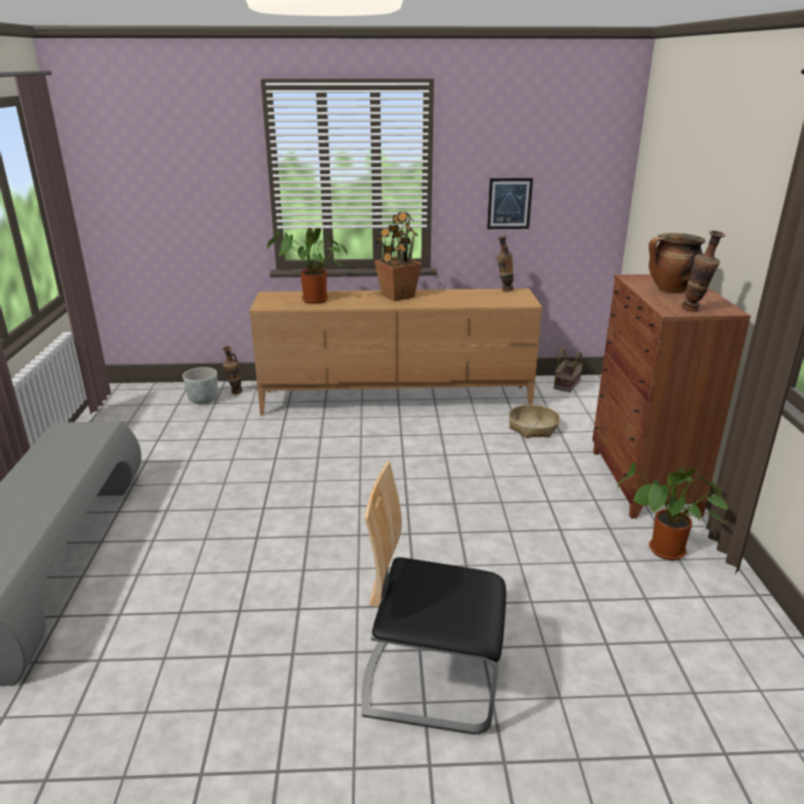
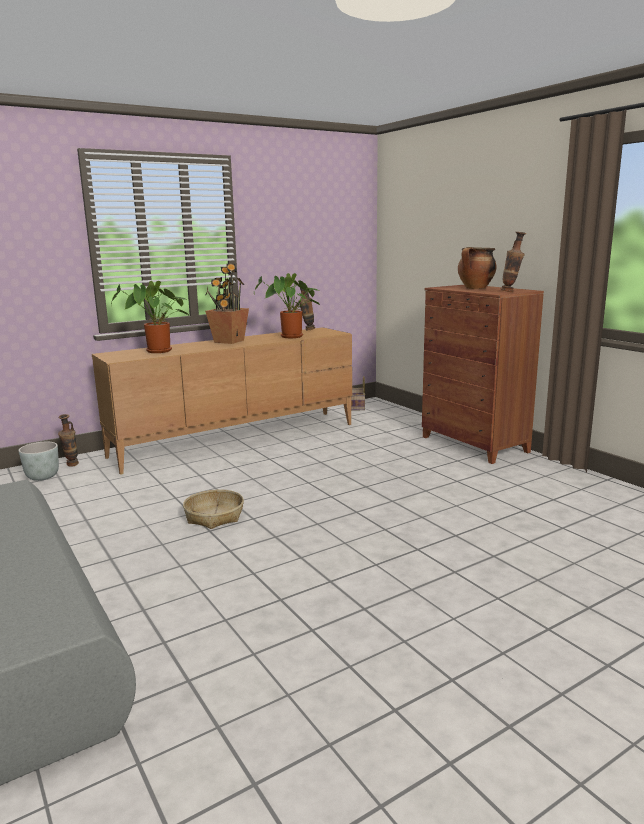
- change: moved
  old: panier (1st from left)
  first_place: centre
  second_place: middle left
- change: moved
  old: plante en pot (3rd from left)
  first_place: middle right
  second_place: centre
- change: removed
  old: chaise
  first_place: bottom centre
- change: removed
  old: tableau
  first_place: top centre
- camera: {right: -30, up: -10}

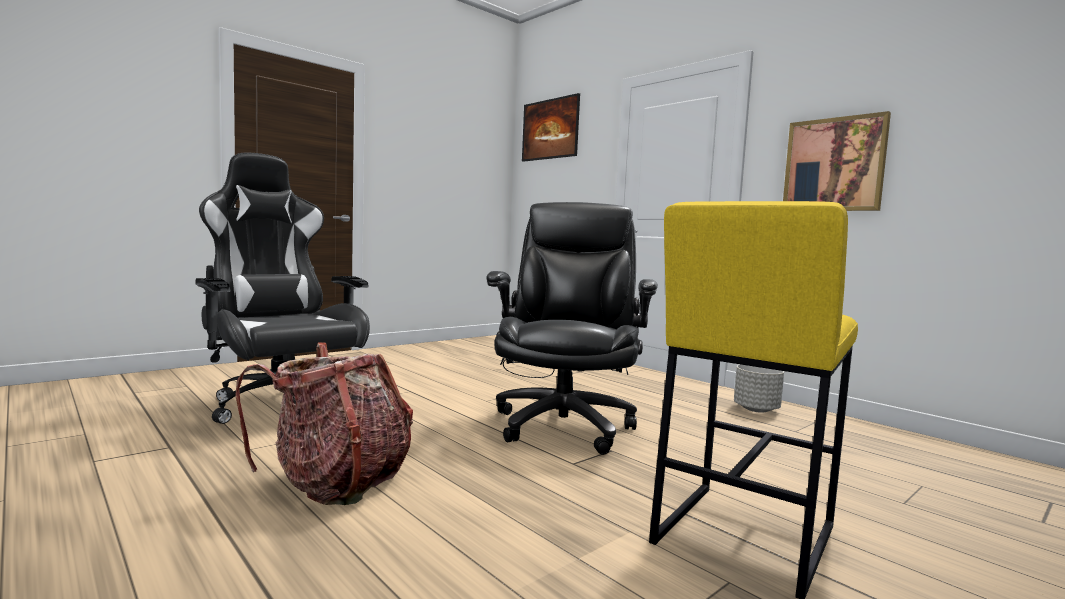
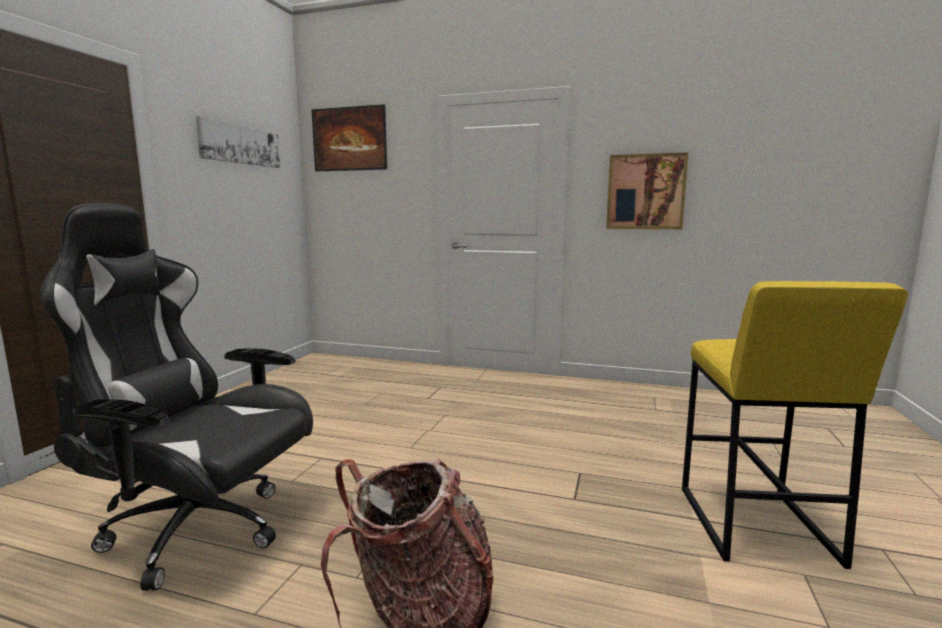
- change: added
  new: tableau (1st from left)
  second_place: top left
- change: removed
  old: chaise de bureau (noir) (2nd from left)
  first_place: centre
- change: removed
  old: cache-pot (gris)
  first_place: middle right
- camera: {right: -30, up: 5}

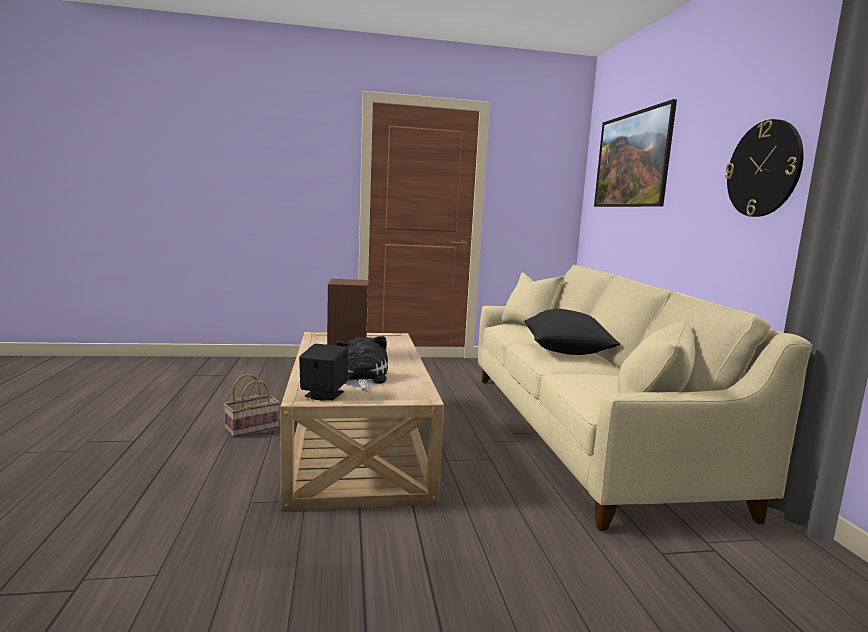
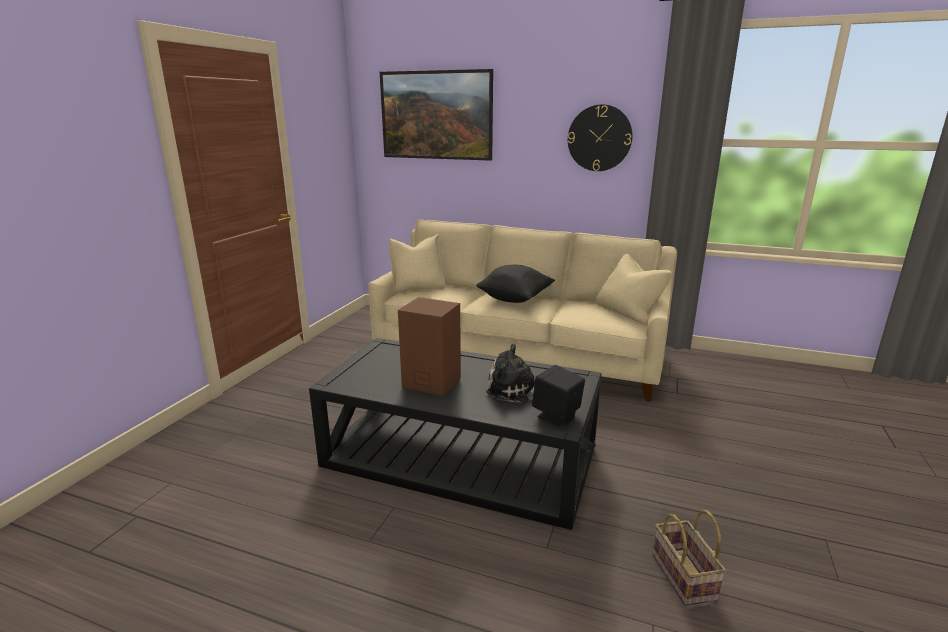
- change: recoloured
  old: table basse (beige)
  new: table basse (noir)
  first_place: centre
  second_place: bottom centre
- change: moved
  old: panier
  first_place: middle left
  second_place: bottom right
- camera: {right: -60, up: 10}

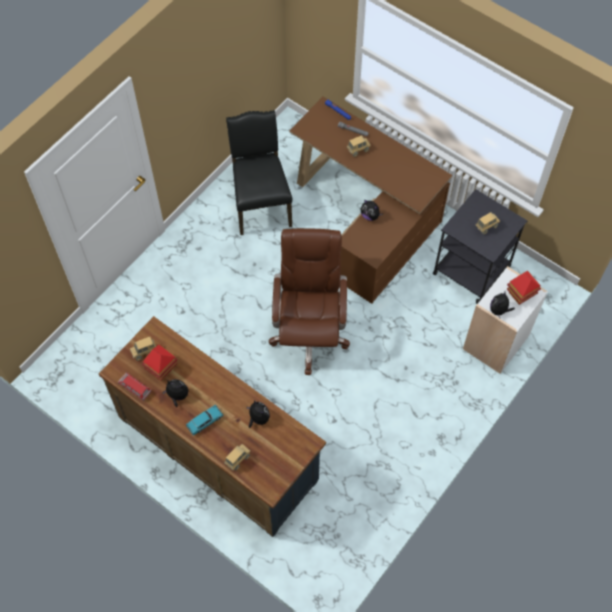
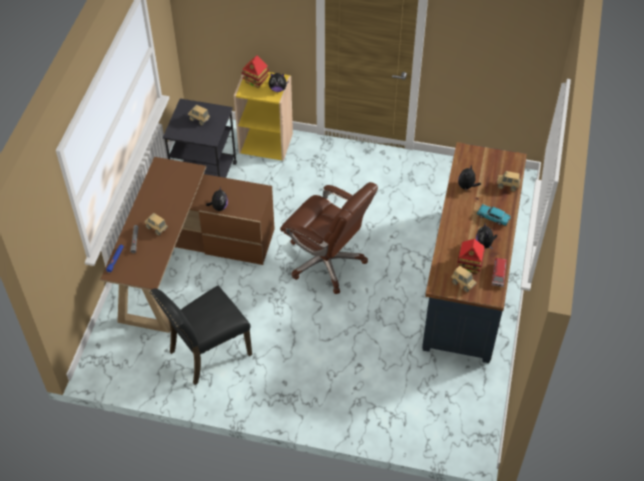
- change: recoloured
  old: bibliothèque (blanc)
  new: bibliothèque (jaune)
  first_place: middle right
  second_place: top centre
- change: turned
  old: chaise de bureau (marron)
  first_place: centre
  second_place: centre
  degrees: -120
- camera: {right: -115, up: -10}

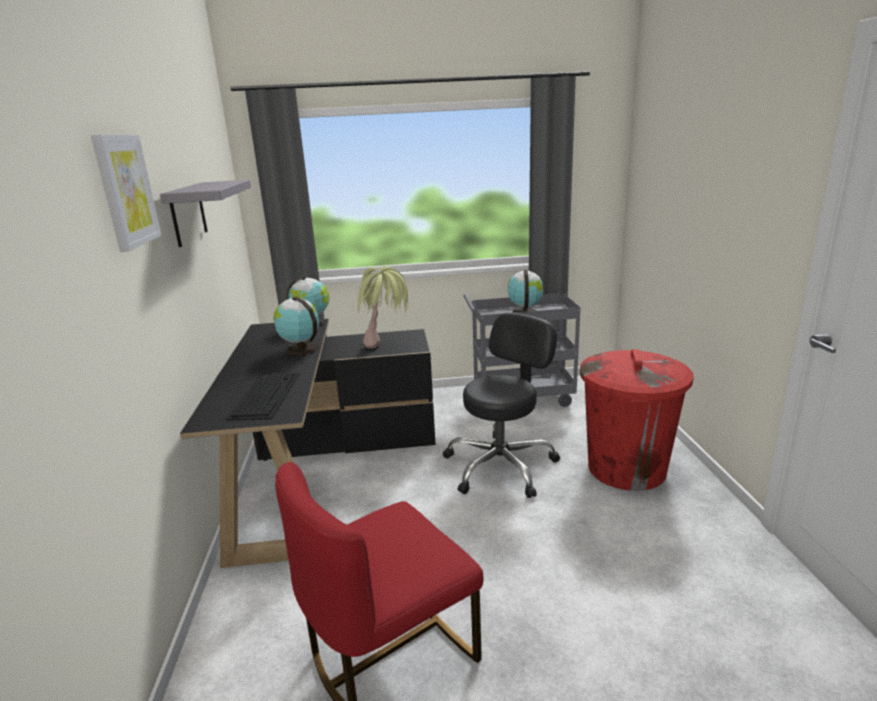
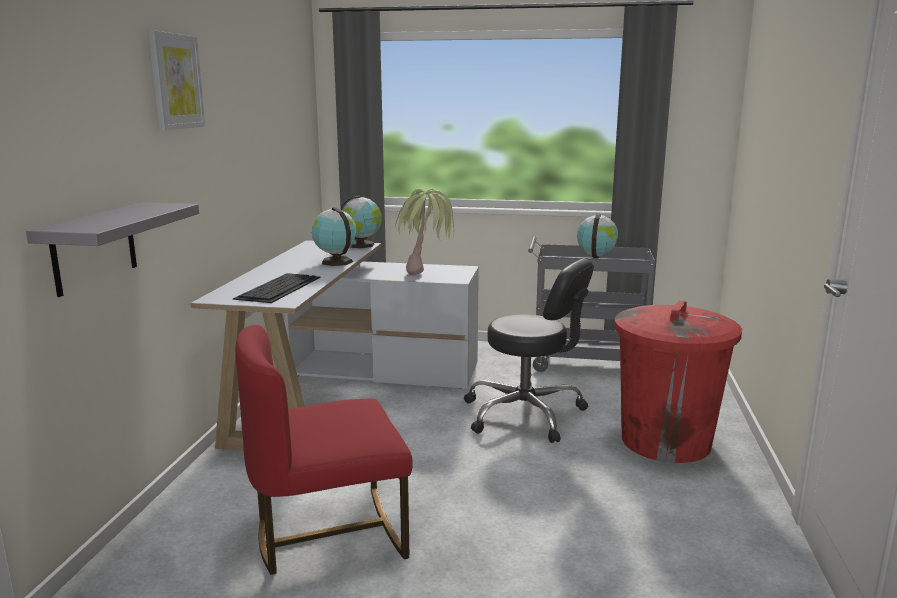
- change: moved
  old: étagère (gris)
  first_place: top left
  second_place: middle left
- change: recoloured
  old: bureau (noir)
  new: bureau (blanc)
  first_place: centre
  second_place: centre
- change: turned
  old: chaise de bureau (noir)
  first_place: centre
  second_place: centre
  degrees: 60
- camera: {right: 15, up: -5}

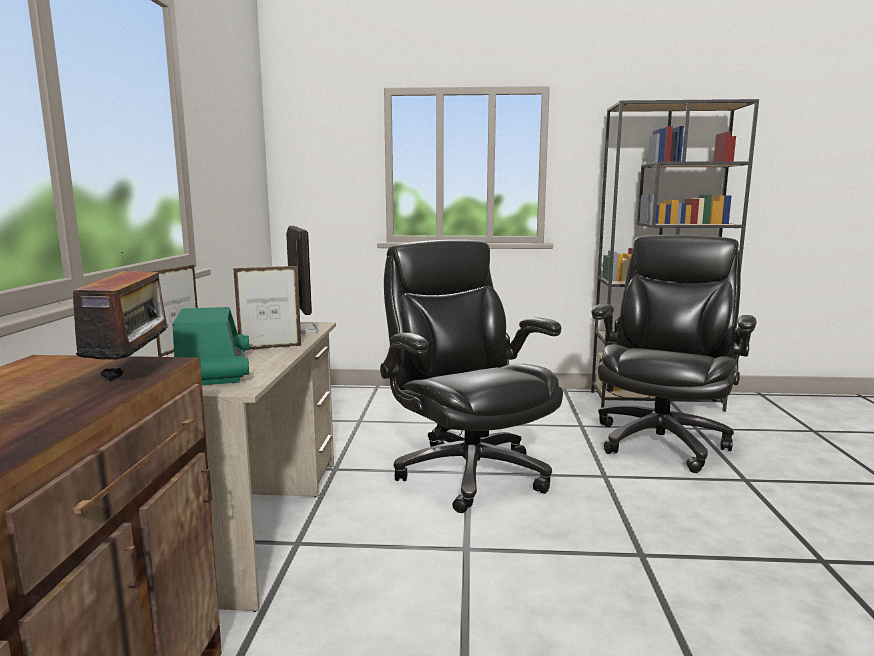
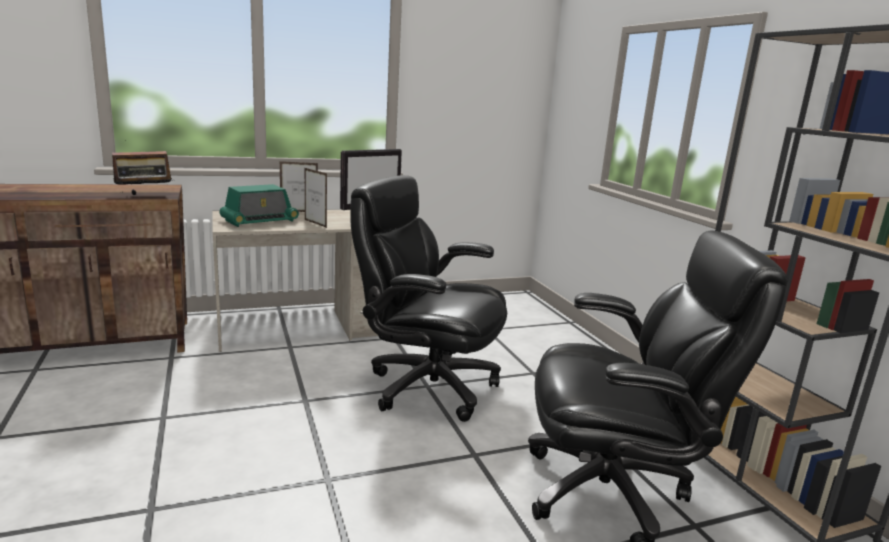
- change: turned
  old: chaise de bureau (noir) (1st from left)
  first_place: centre
  second_place: centre
  degrees: -105
- camera: {right: 65, up: 5}

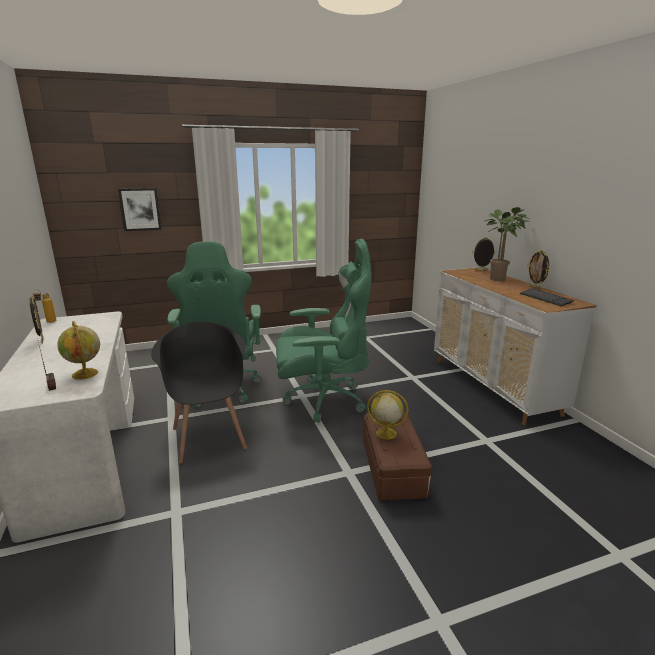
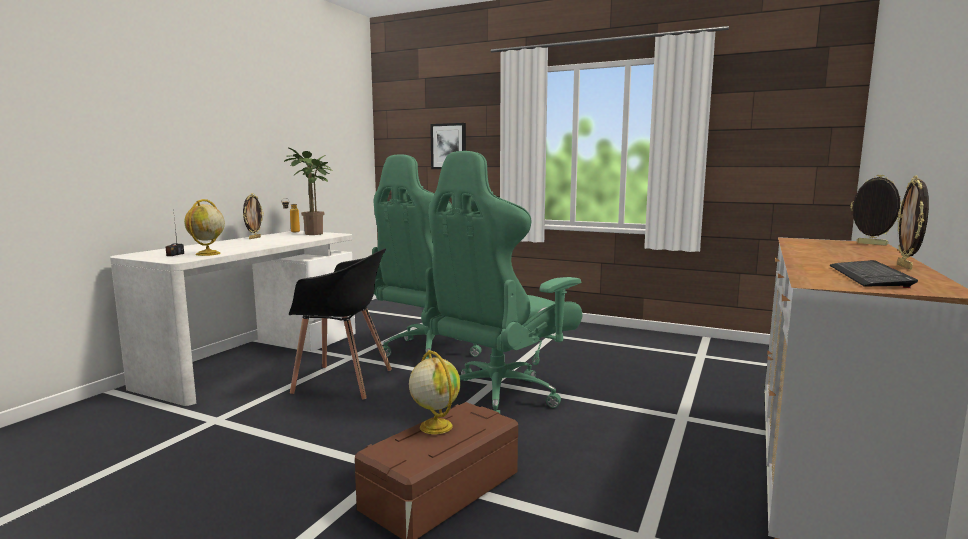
- change: moved
  old: plante en pot
  first_place: middle right
  second_place: middle left
- change: turned
  old: chaise (noir)
  first_place: middle left
  second_place: centre
  degrees: 75
- change: turned
  old: chaise de bureau (vert) (2nd from left)
  first_place: centre
  second_place: centre
  degrees: 90
- camera: {right: 45, up: -10}

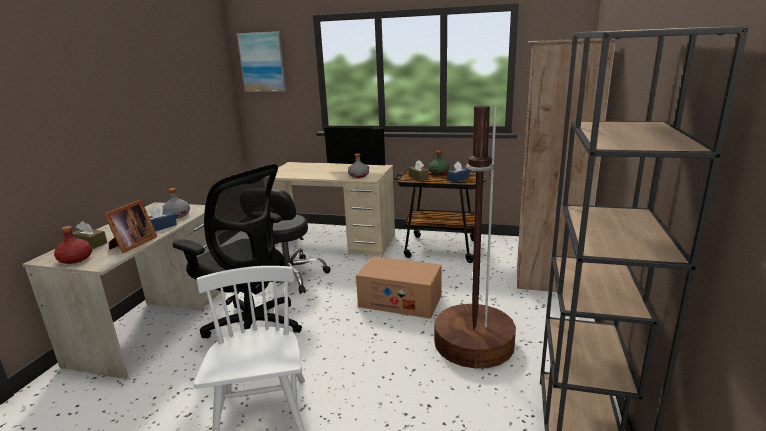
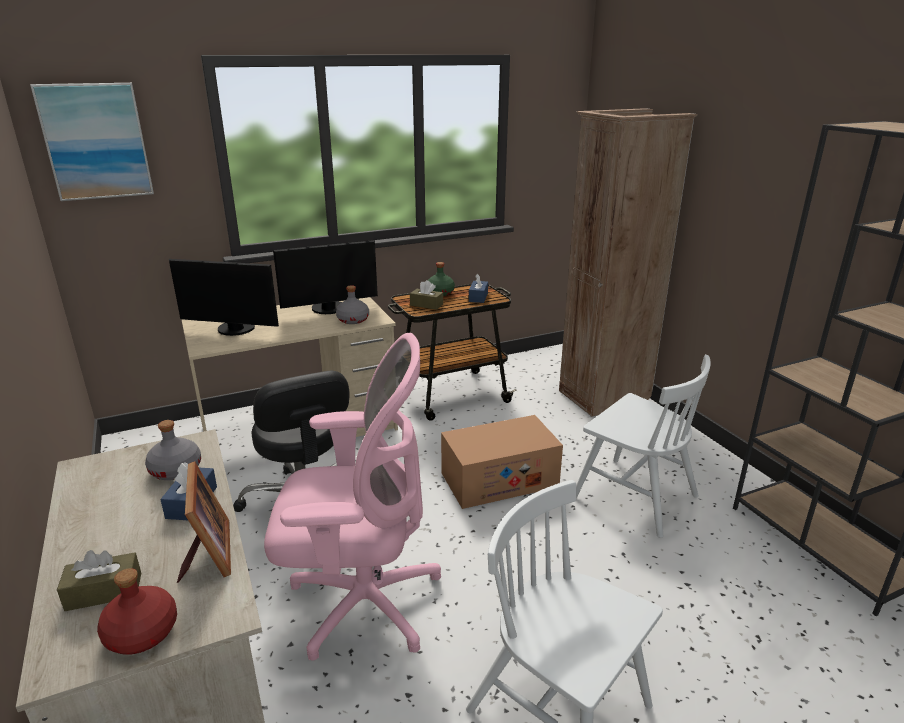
- change: added
  new: écran d'ordinateur (1st from left)
  second_place: middle left
- change: recoloured
  old: chaise de bureau (noir) (1st from left)
  new: chaise de bureau (rose)
  first_place: middle left
  second_place: bottom centre
- change: replaced
  old: lampadaire (marron)
  new: chaise (blanc) (2nd from left)
  first_place: centre
  second_place: middle right
- camera: {right: -40, up: 5}

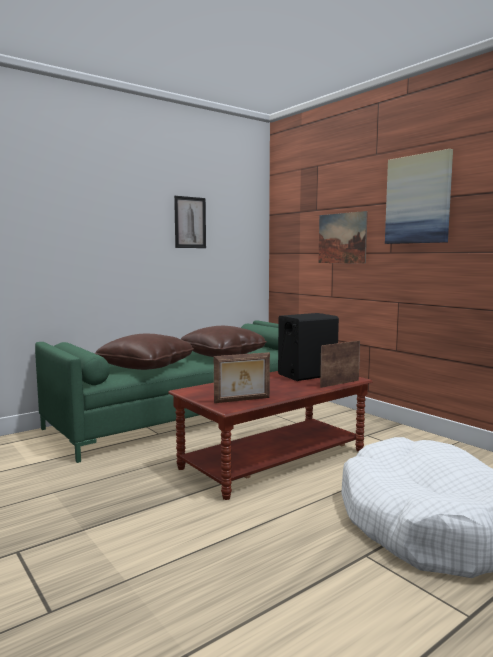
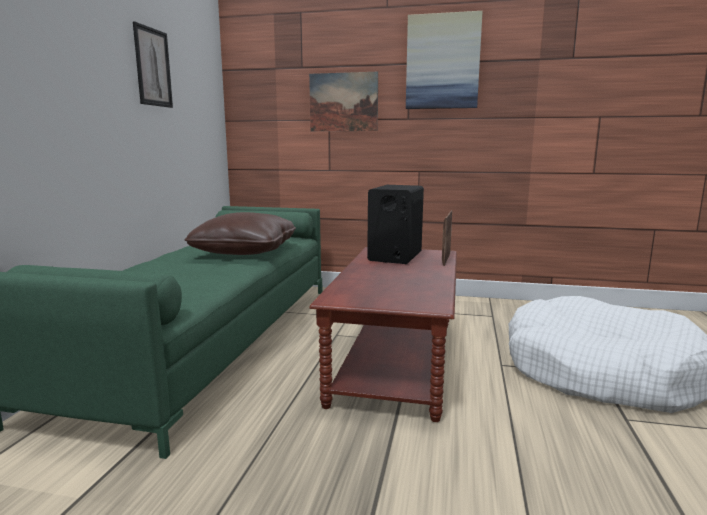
- change: removed
  old: coussin (marron) (1st from left)
  first_place: middle left
- change: removed
  old: cadre photo (1st from left)
  first_place: centre
- camera: {right: -40, up: 5}

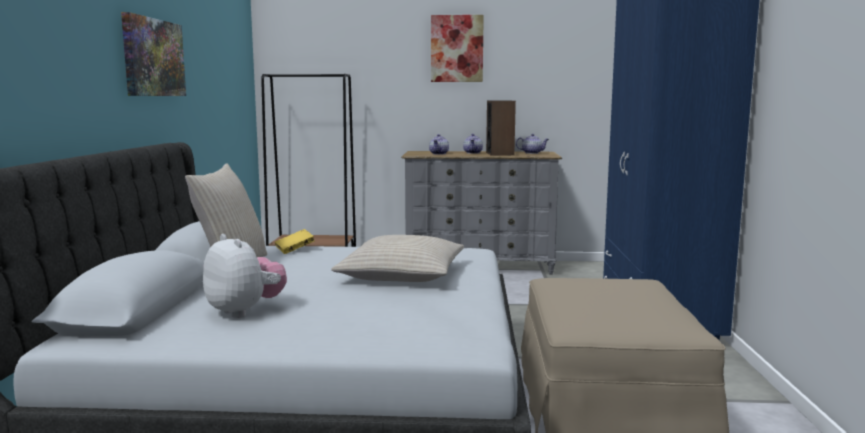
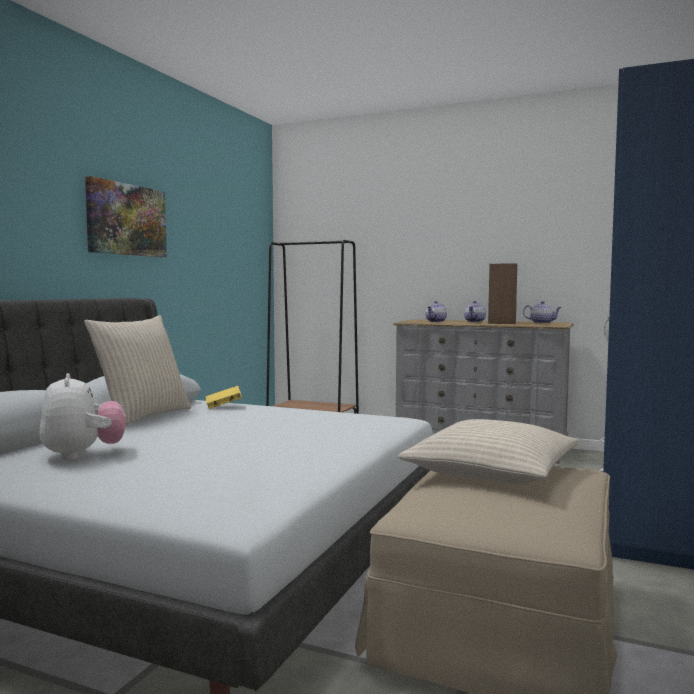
- change: moved
  old: coussin (beige) (2nd from left)
  first_place: centre
  second_place: middle right
- change: removed
  old: tableau (2nd from left)
  first_place: top centre
- camera: {right: 20, up: -5}

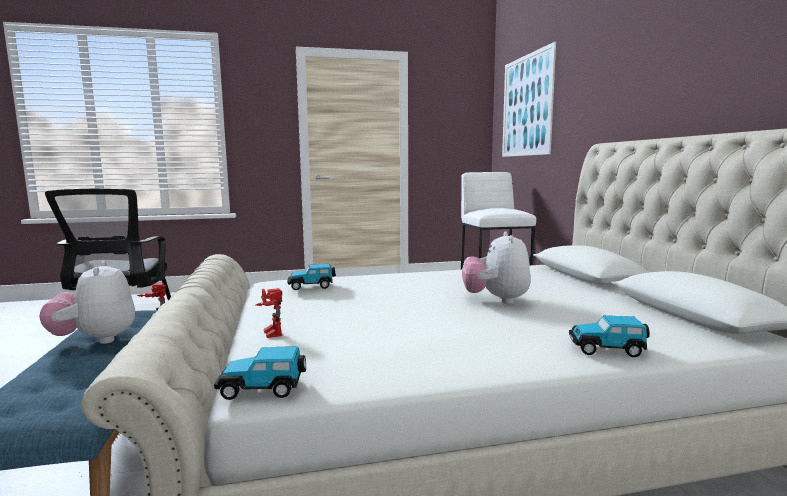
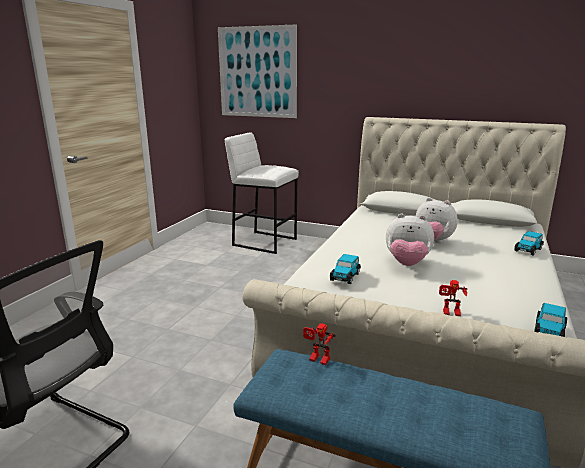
- change: moved
  old: peluche (1st from left)
  first_place: middle left
  second_place: middle right
- camera: {right: -55, up: 10}

